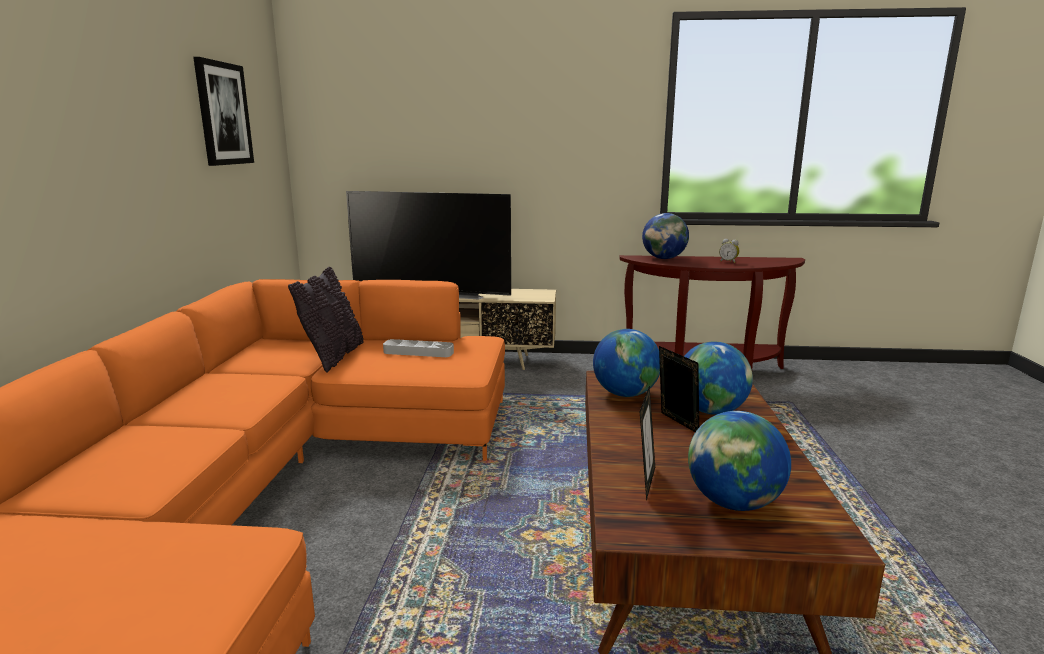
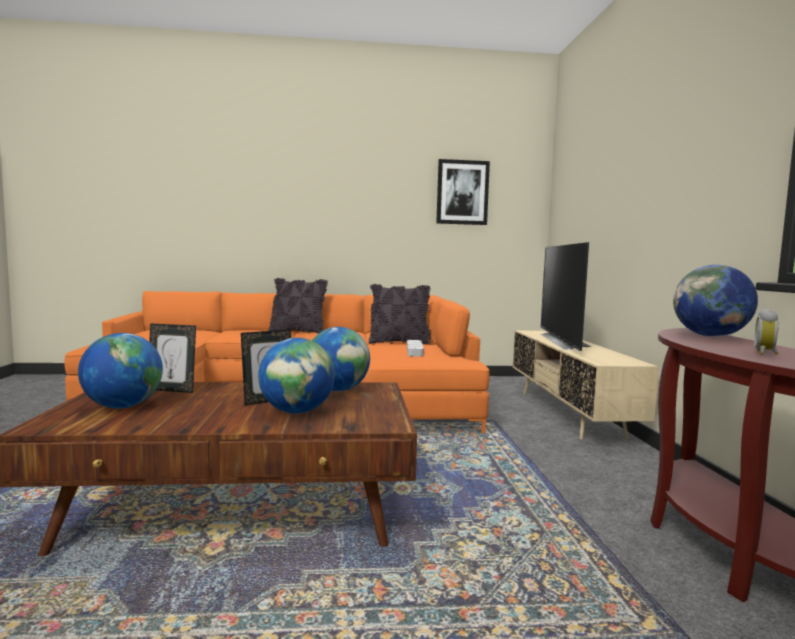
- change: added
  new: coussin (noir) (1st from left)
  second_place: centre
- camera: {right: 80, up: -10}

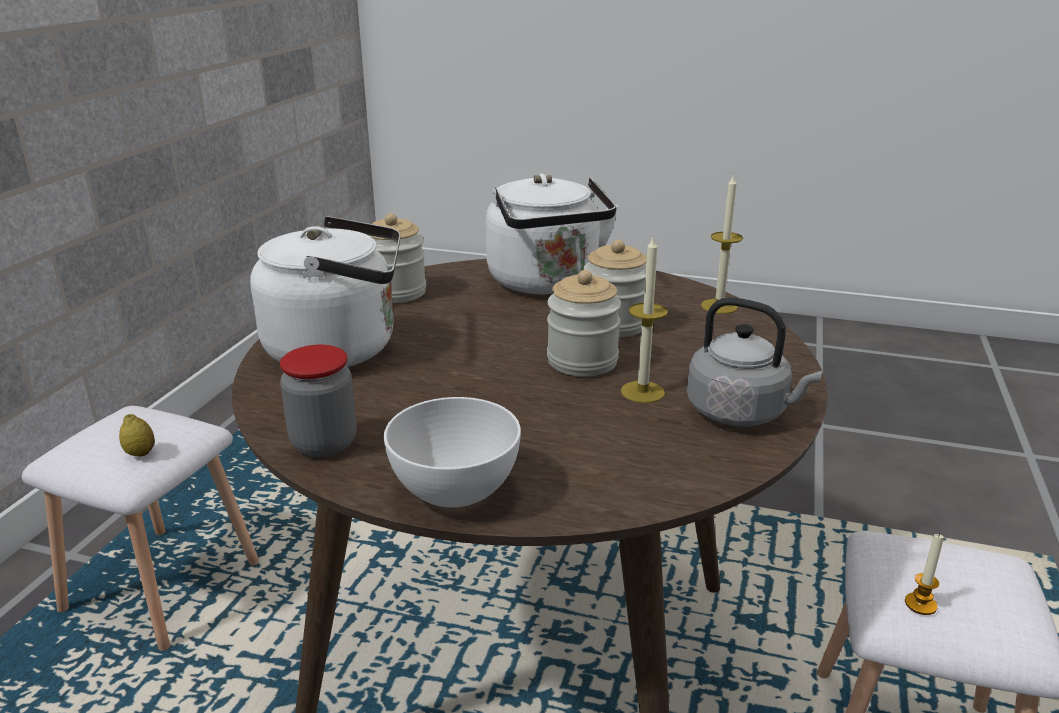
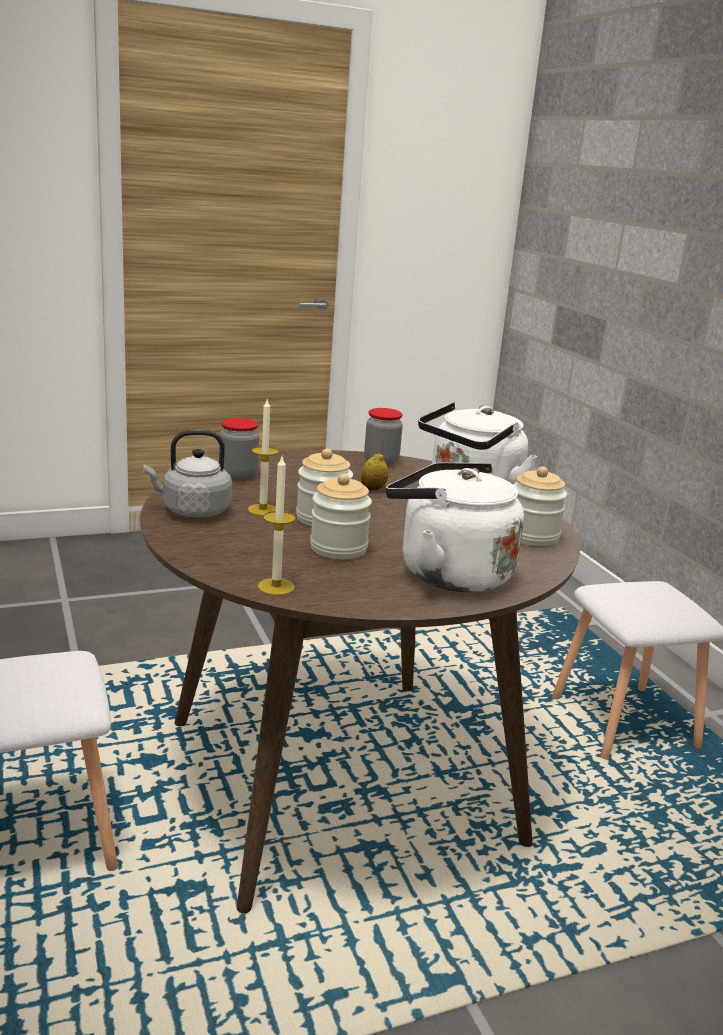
- change: added
  new: bocal (1st from left)
  second_place: middle left
- change: moved
  old: citron
  first_place: middle left
  second_place: centre
- change: removed
  old: bol (blanc)
  first_place: centre
- change: removed
  old: bougie (3rd from left)
  first_place: bottom right
- camera: {right: 140, up: -5}

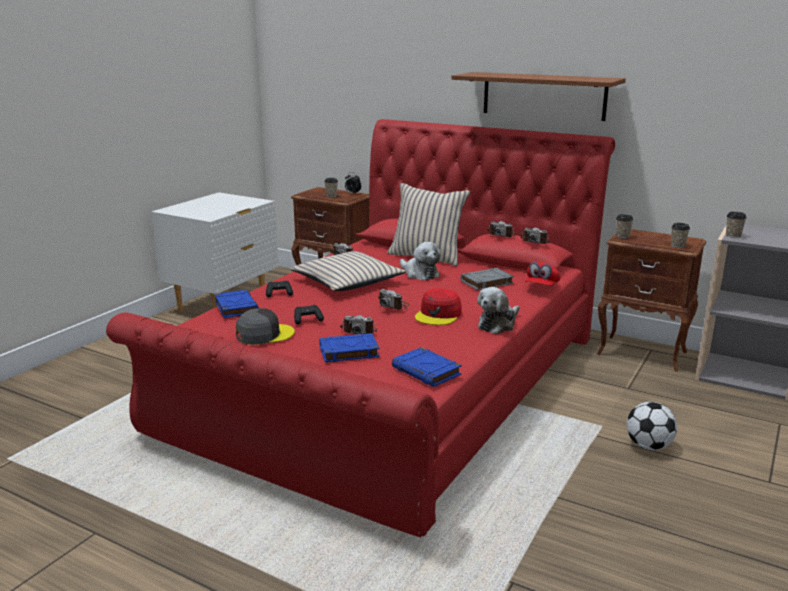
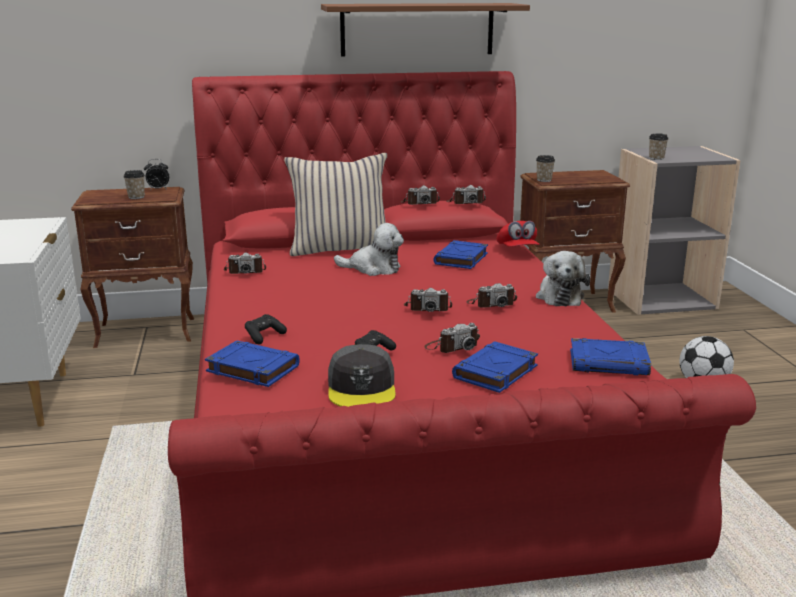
- change: turned
  old: casquette (gris)
  first_place: centre
  second_place: centre
  degrees: 150
- change: recoloured
  old: livre (gris)
  new: livre (bleu) (2nd from left)
  first_place: centre
  second_place: centre
- change: replaced
  old: casquette (rouge) (1st from left)
  new: appareil photo (6th from left)
  first_place: centre
  second_place: centre
- change: removed
  old: coussin (beige) (1st from left)
  first_place: centre
- change: removed
  old: tasse (3rd from left)
  first_place: middle right
- camera: {right: -40, up: 0}

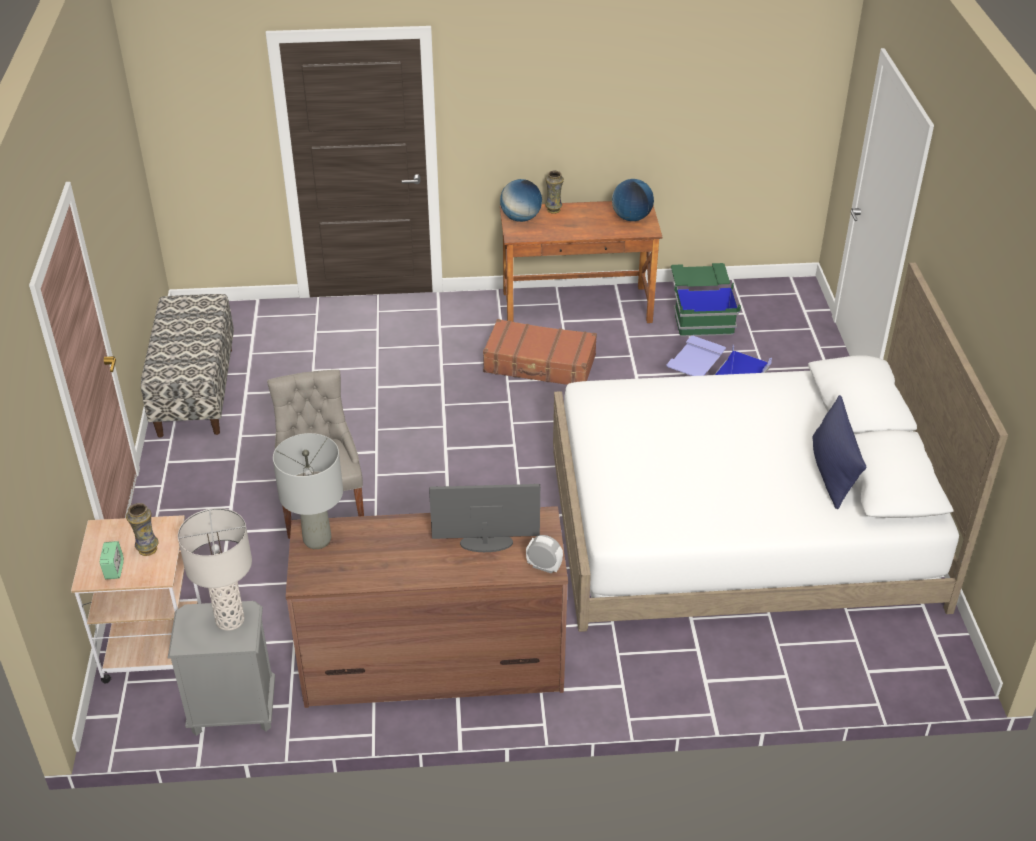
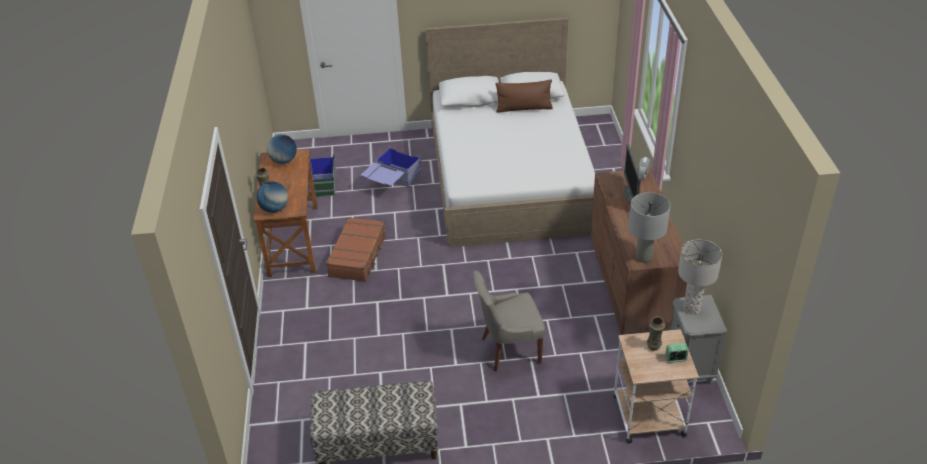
- change: recoloured
  old: coussin (bleu)
  new: coussin (marron)
  first_place: middle right
  second_place: top centre
- camera: {right: -90, up: 0}

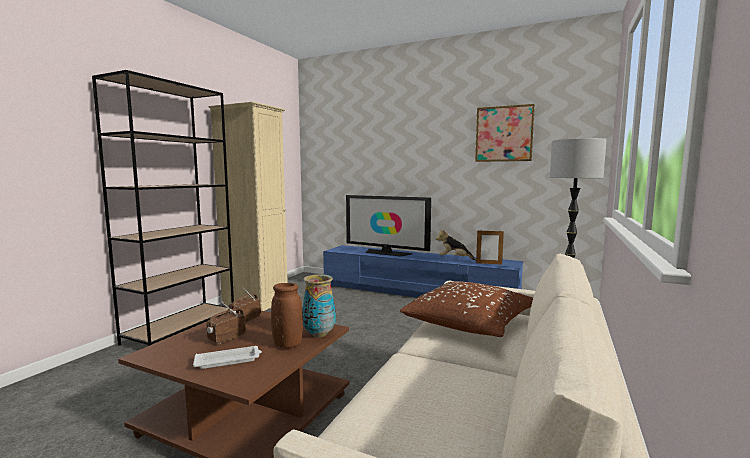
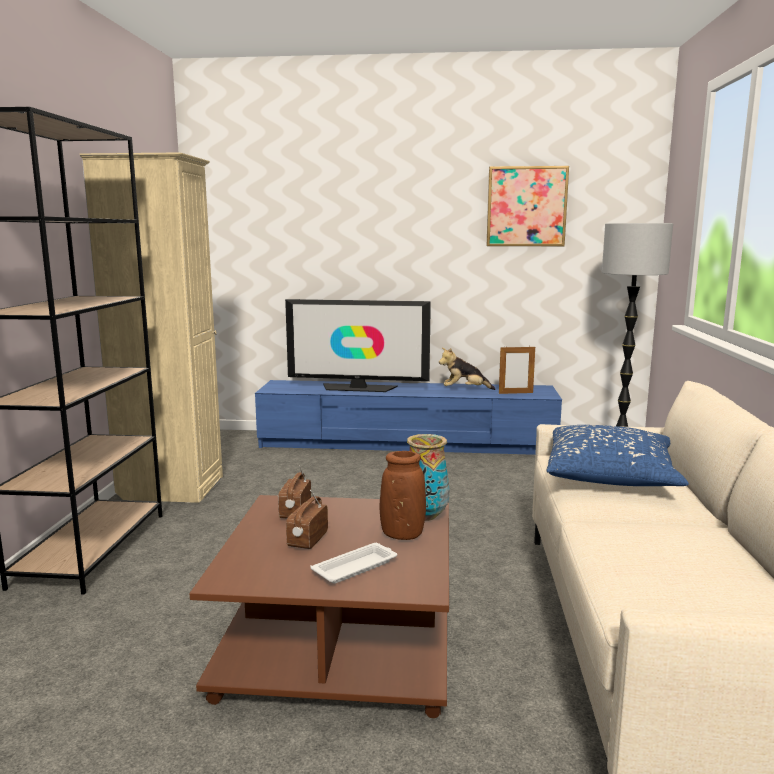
- change: recoloured
  old: coussin (marron)
  new: coussin (bleu)
  first_place: bottom centre
  second_place: middle right
- camera: {right: -20, up: 5}

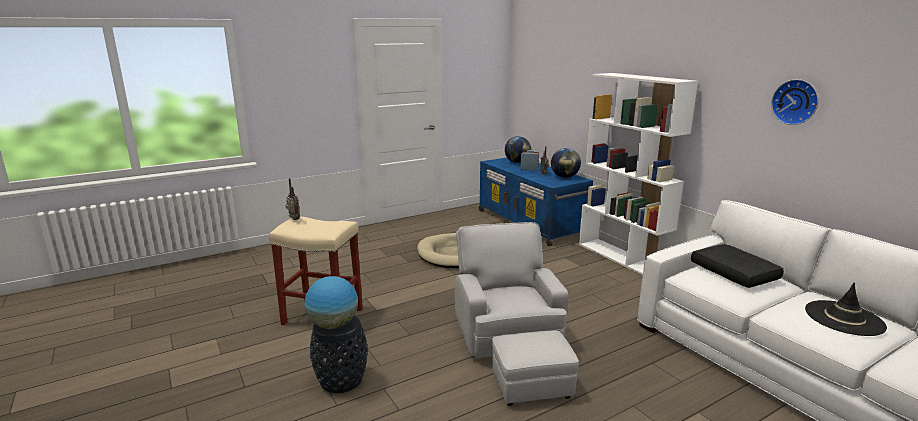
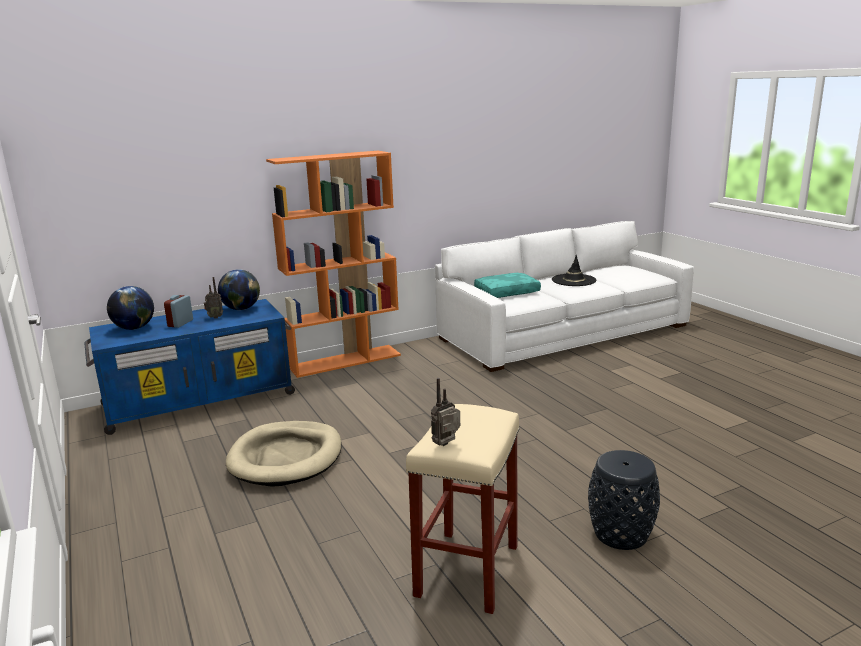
- change: recoloured
  old: bibliothèque (blanc)
  new: bibliothèque (orange)
  first_place: middle right
  second_place: centre
- change: recoloured
  old: coussin (noir)
  new: coussin (turquoise)
  first_place: middle right
  second_place: centre
- change: removed
  old: globe (1st from left)
  first_place: bottom centre
- change: removed
  old: fauteuil (blanc)
  first_place: bottom centre
- change: removed
  old: horloge murale
  first_place: top right
- camera: {right: -85, up: 0}

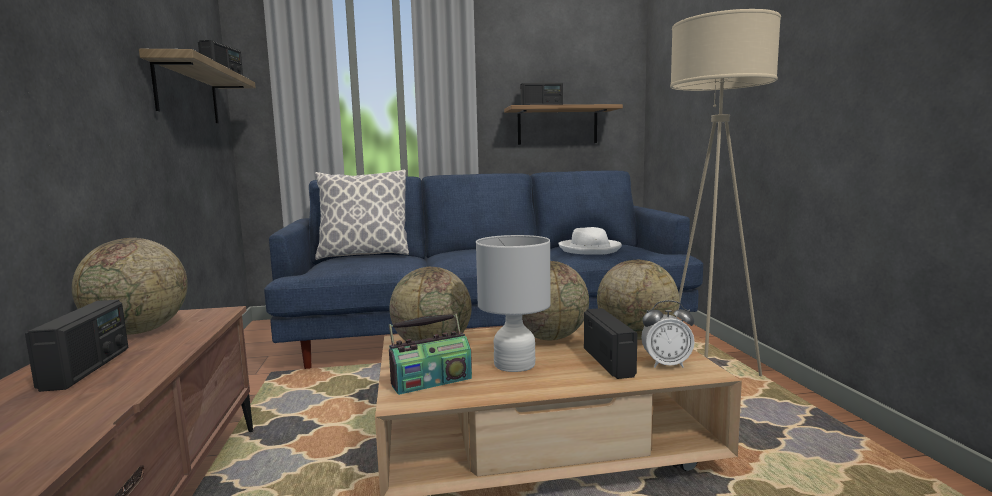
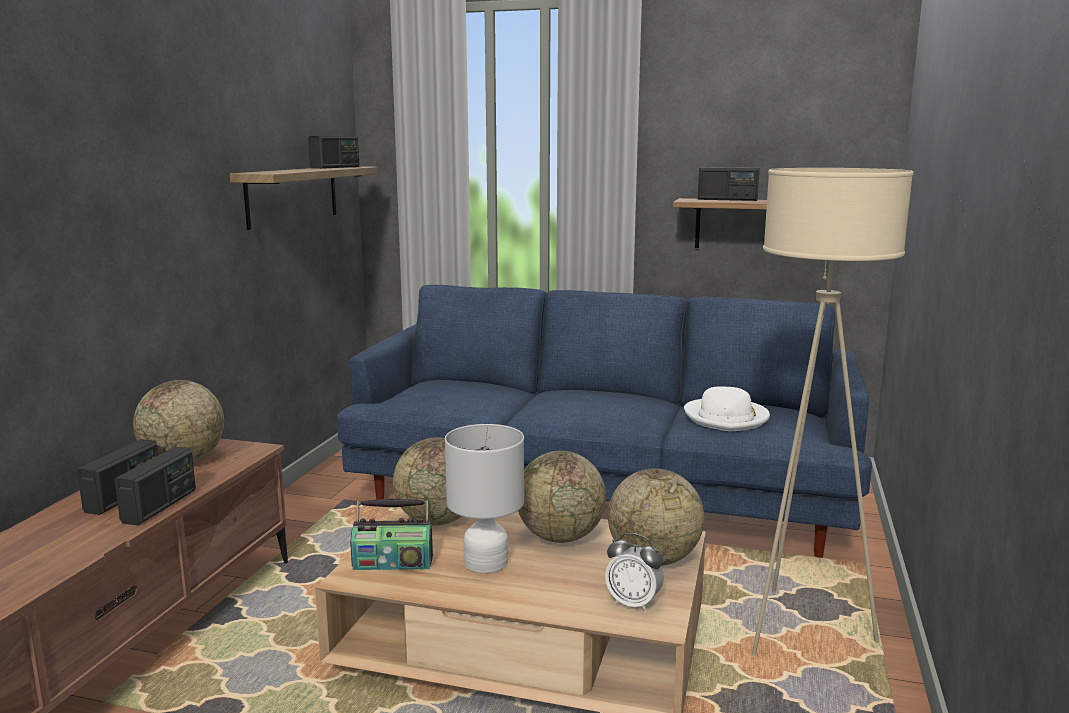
- change: moved
  old: radio (5th from left in the first image)
  new: radio (2nd from left)
  first_place: bottom centre
  second_place: bottom left
- change: removed
  old: coussin
  first_place: centre
- camera: {right: 25, up: 5}

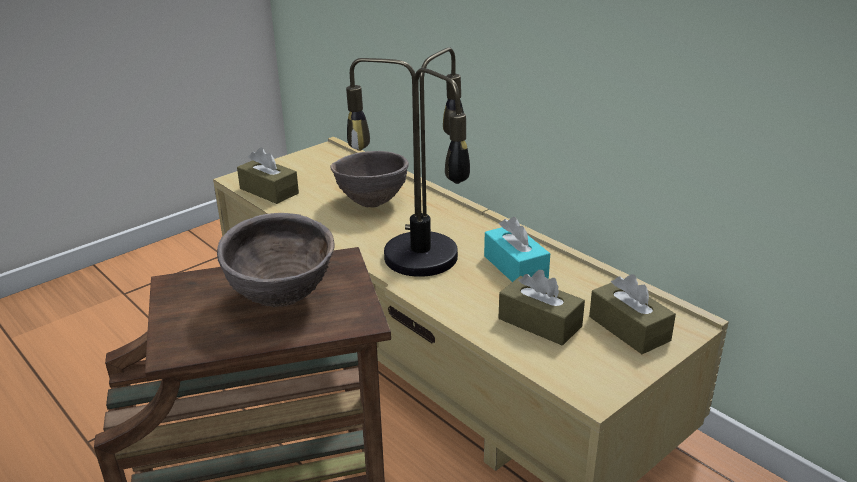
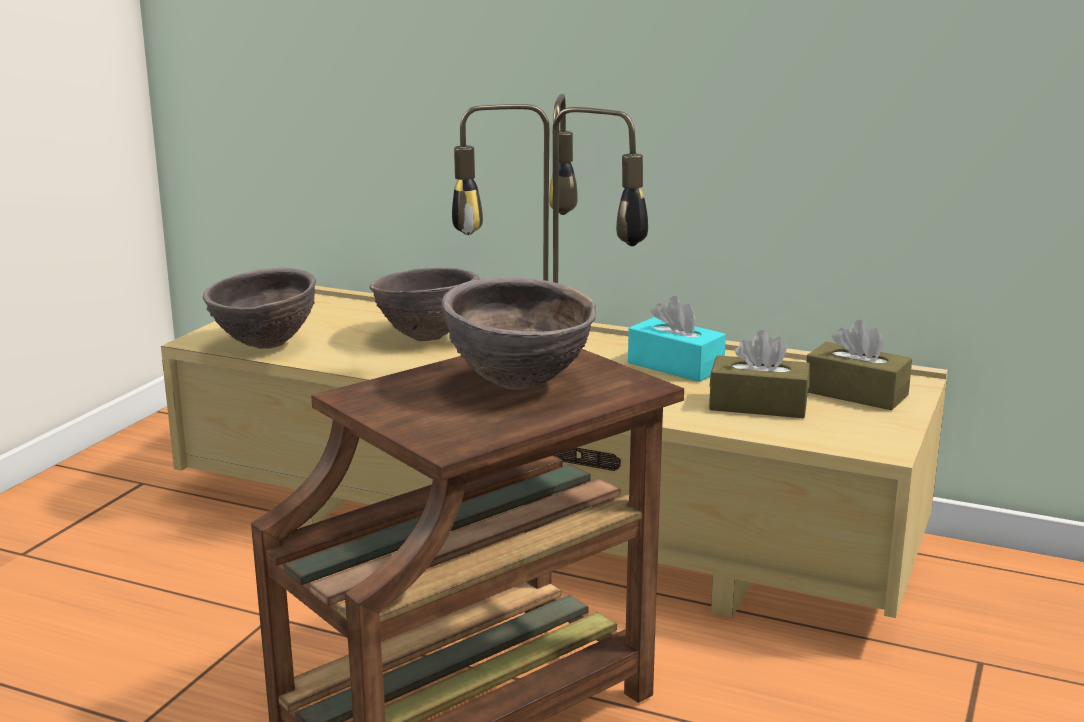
- change: replaced
  old: boîte à mouchoirs (marron) (1st from left)
  new: bol (marron) (1st from left)
  first_place: middle left
  second_place: middle left
- camera: {right: -25, up: -10}

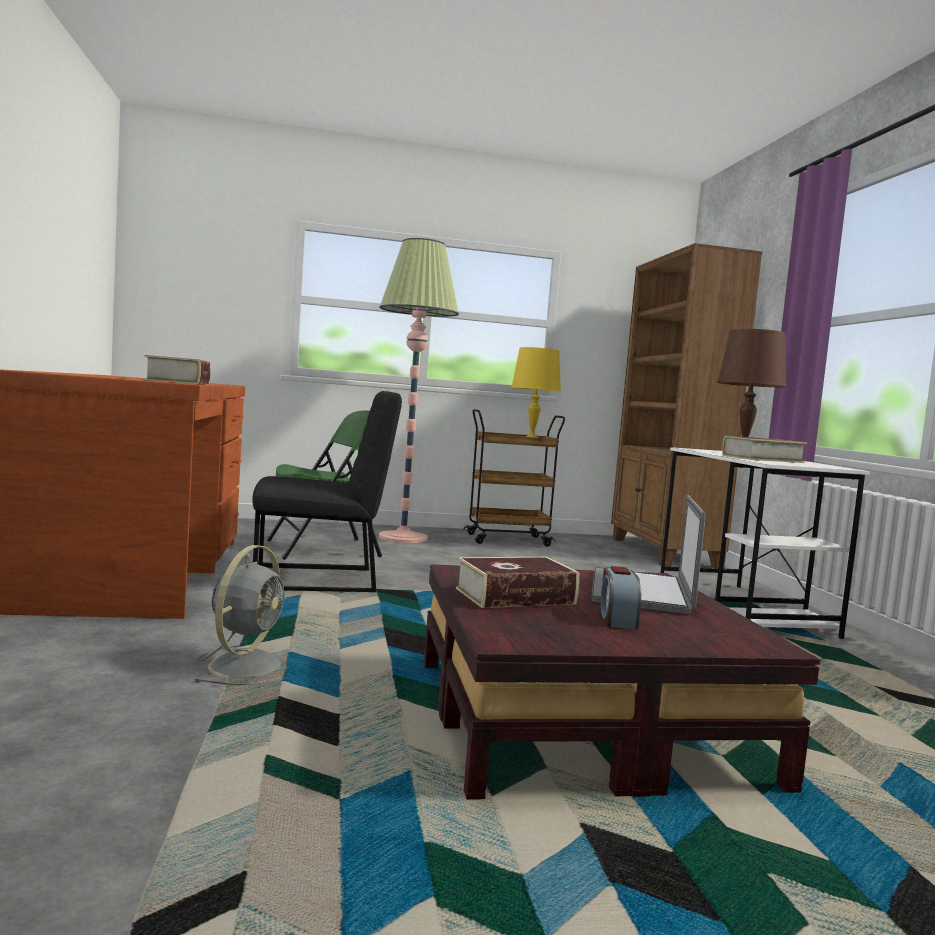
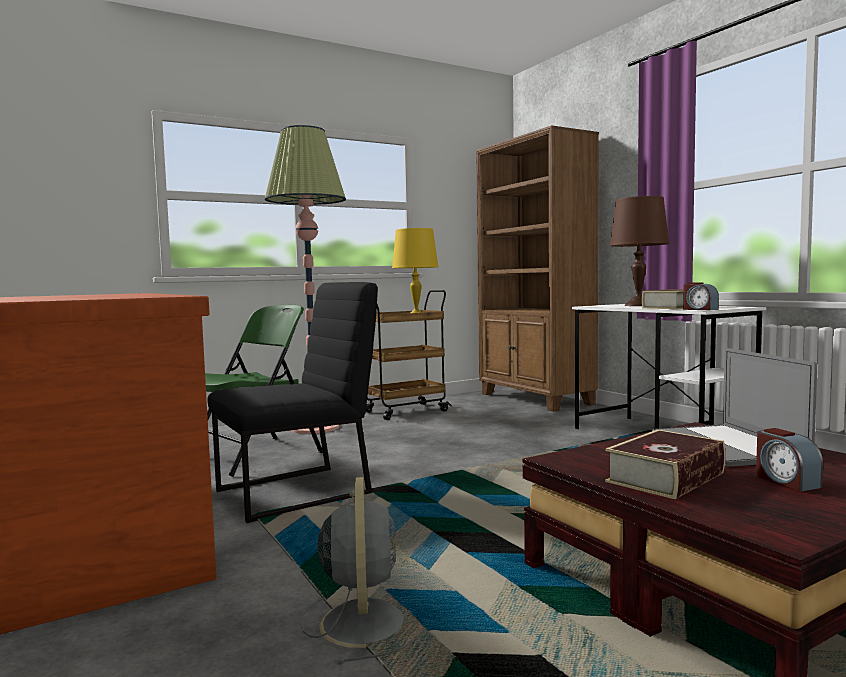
- change: added
  new: réveil (1st from left)
  second_place: middle right
- change: removed
  old: livre (1st from left)
  first_place: middle left
- camera: {right: -20, up: 0}

